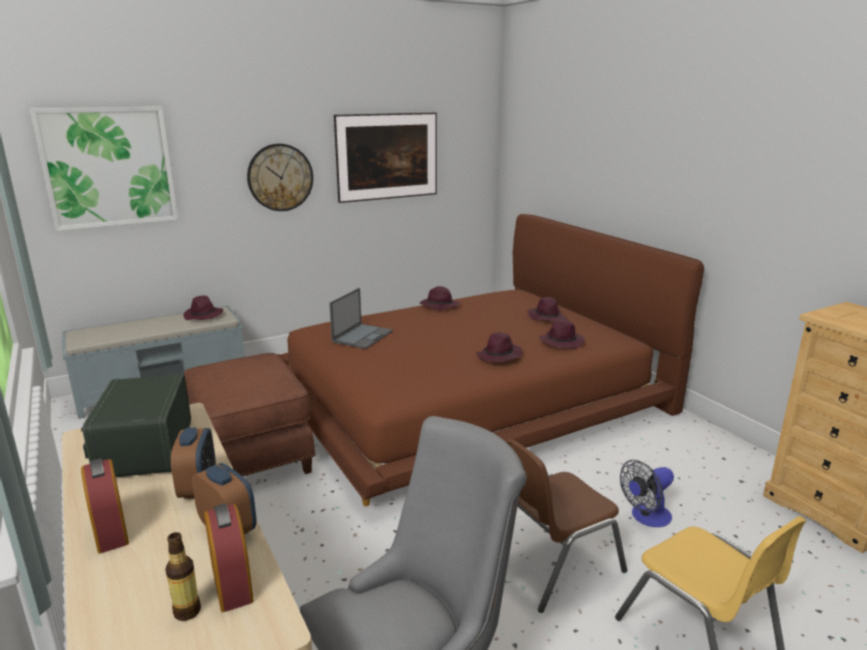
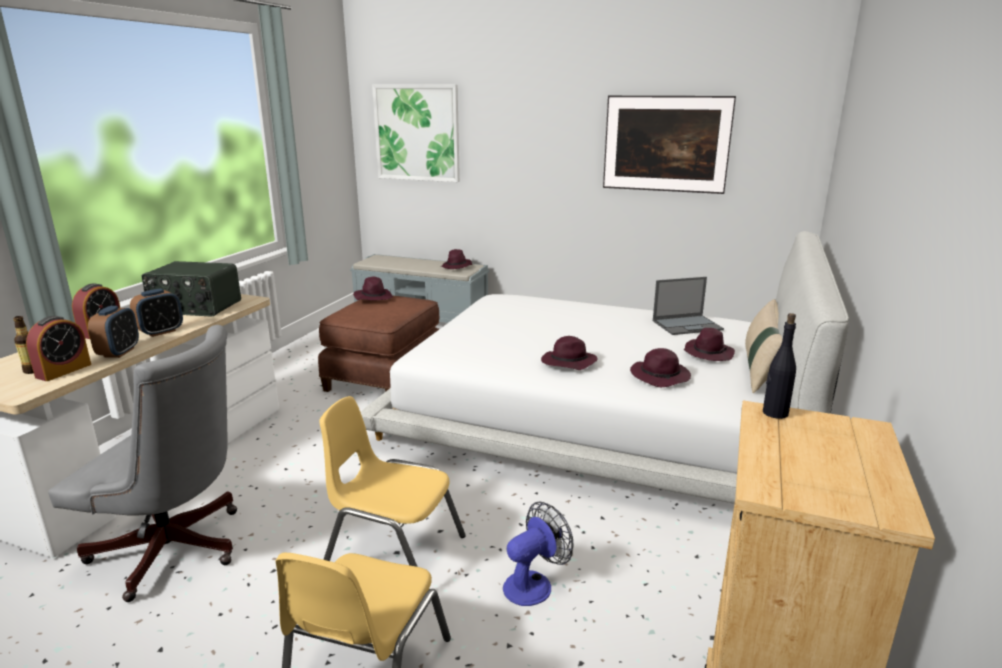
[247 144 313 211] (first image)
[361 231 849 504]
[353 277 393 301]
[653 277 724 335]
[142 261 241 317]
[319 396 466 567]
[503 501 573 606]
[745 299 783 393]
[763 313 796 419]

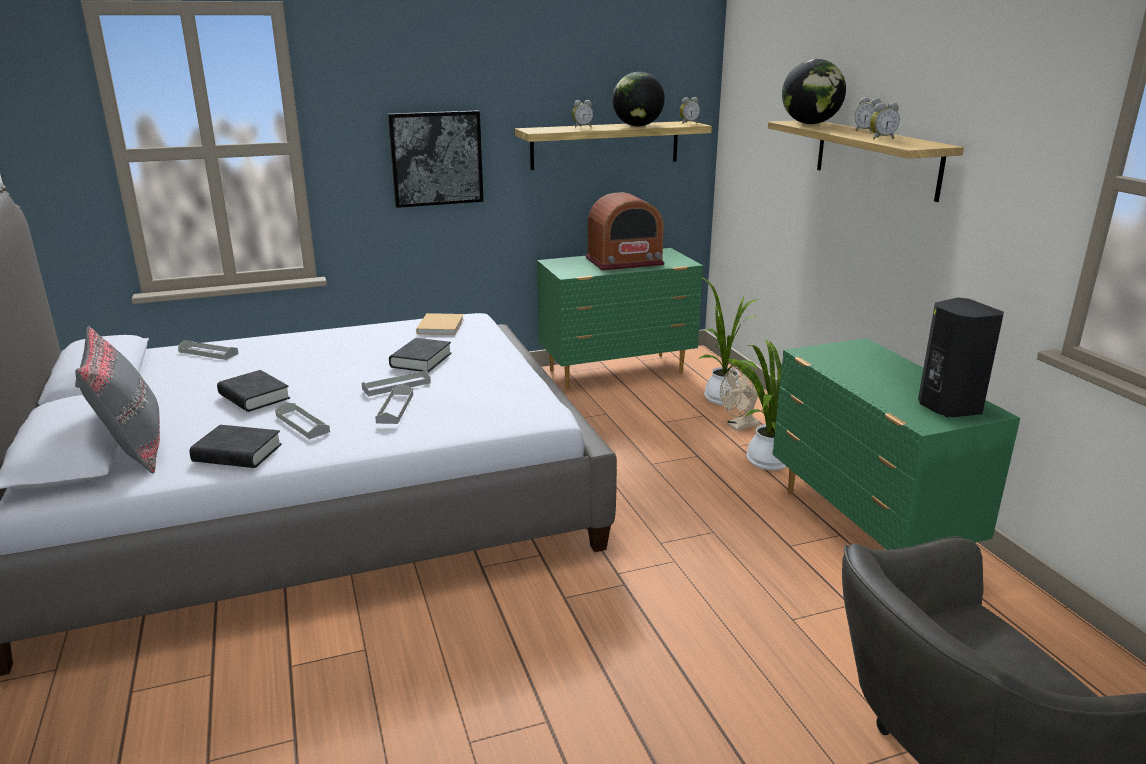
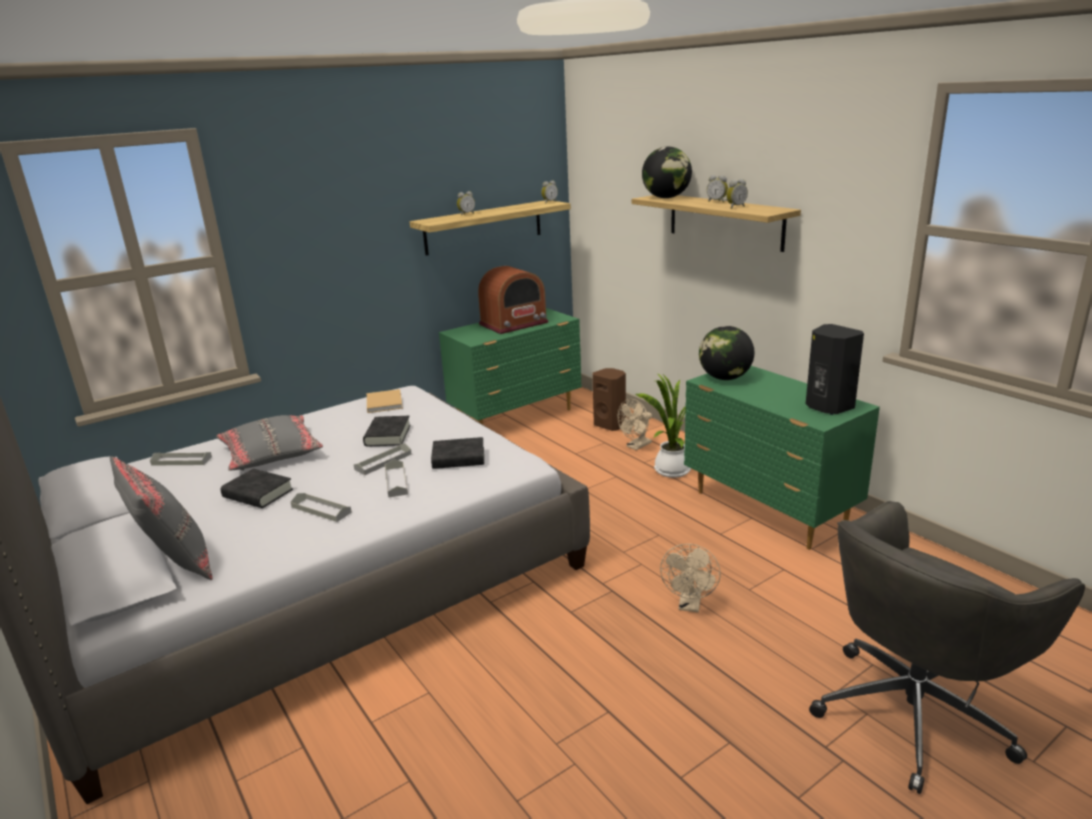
[699 326 754 380]
[388 110 484 208] (first image)
[592 368 626 431]
[431 437 484 469]
[216 415 323 471]
[660 544 721 612]

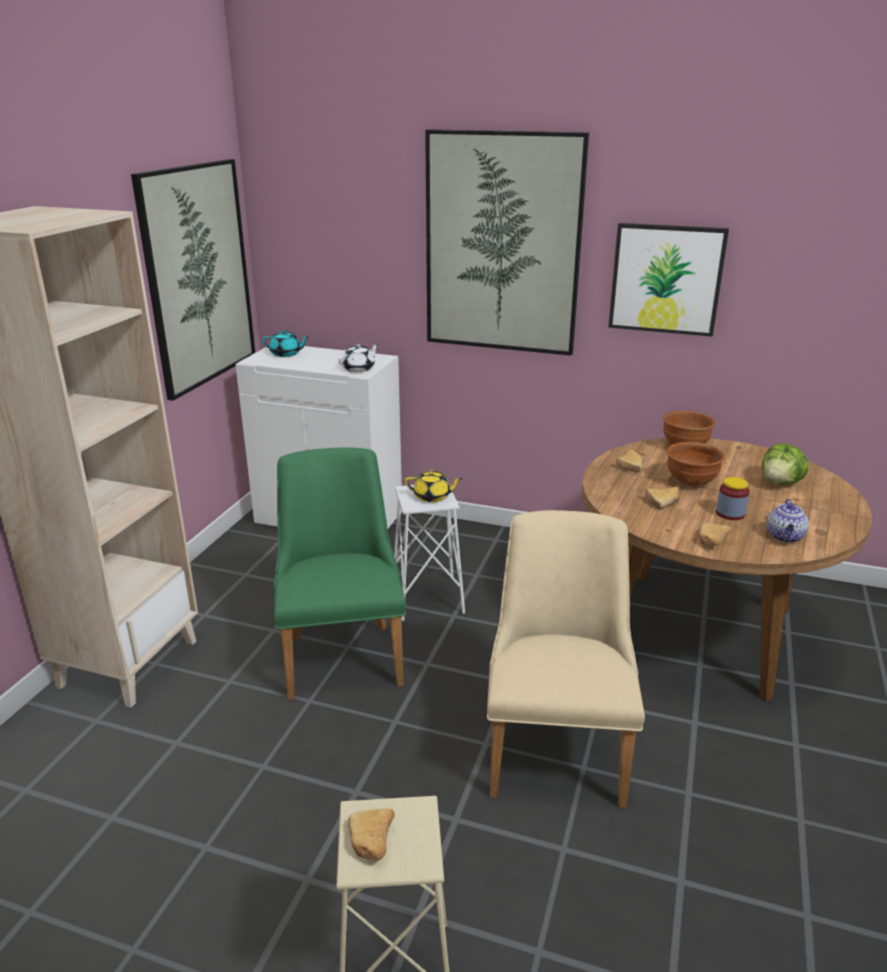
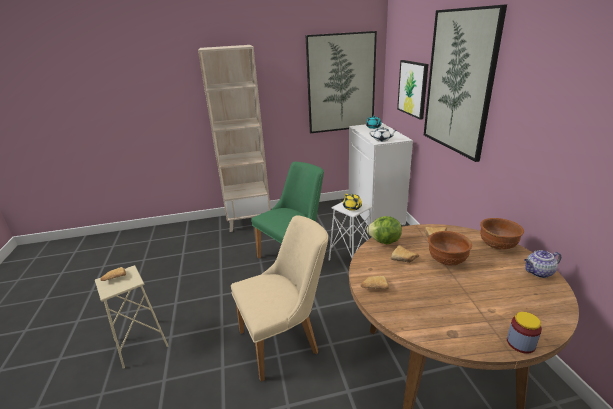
[397 60 429 120]
[366 216 402 244]
[507 312 542 354]
[524 250 561 278]

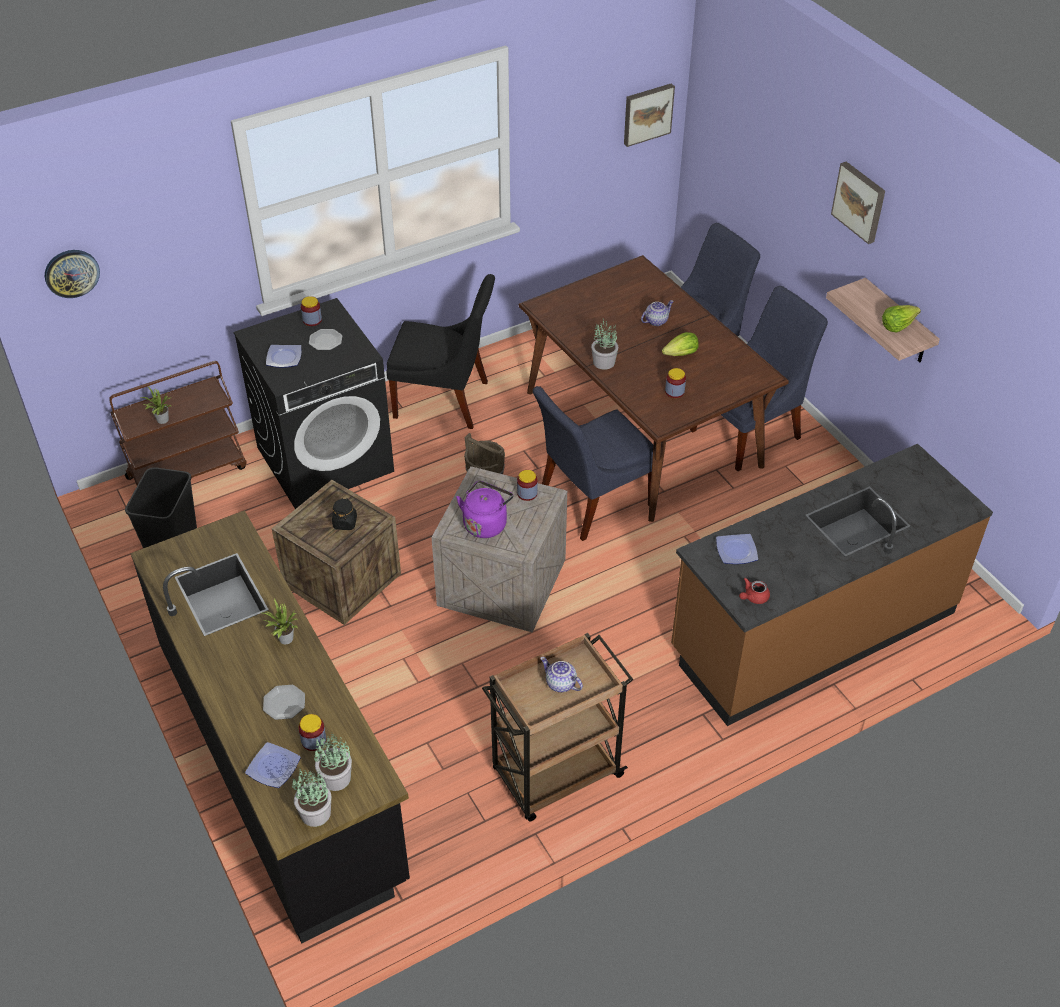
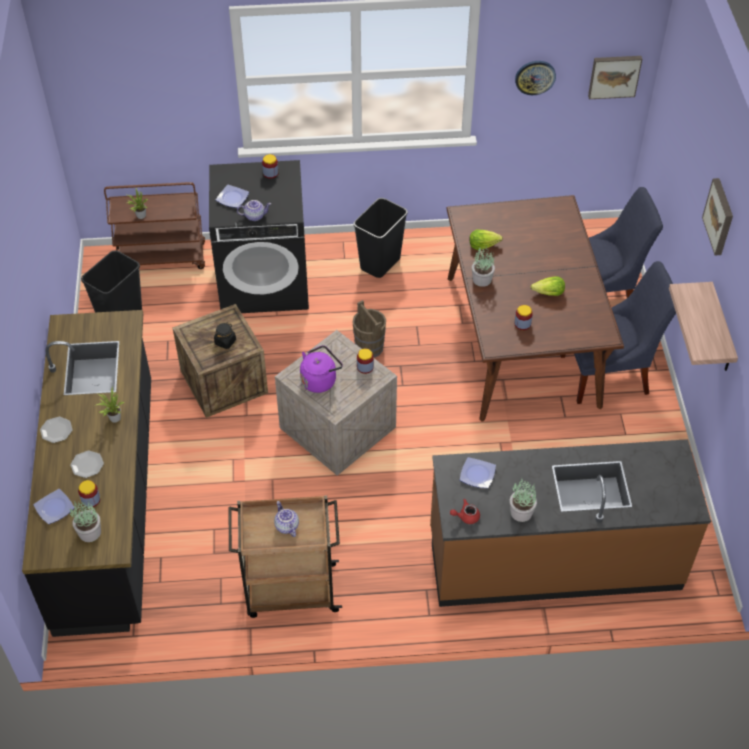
[515 61 556 95]
[353 198 408 278]
[237 200 271 221]
[470 230 503 250]
[40 417 73 443]
[533 386 653 541] (first image)
[510 478 537 522]

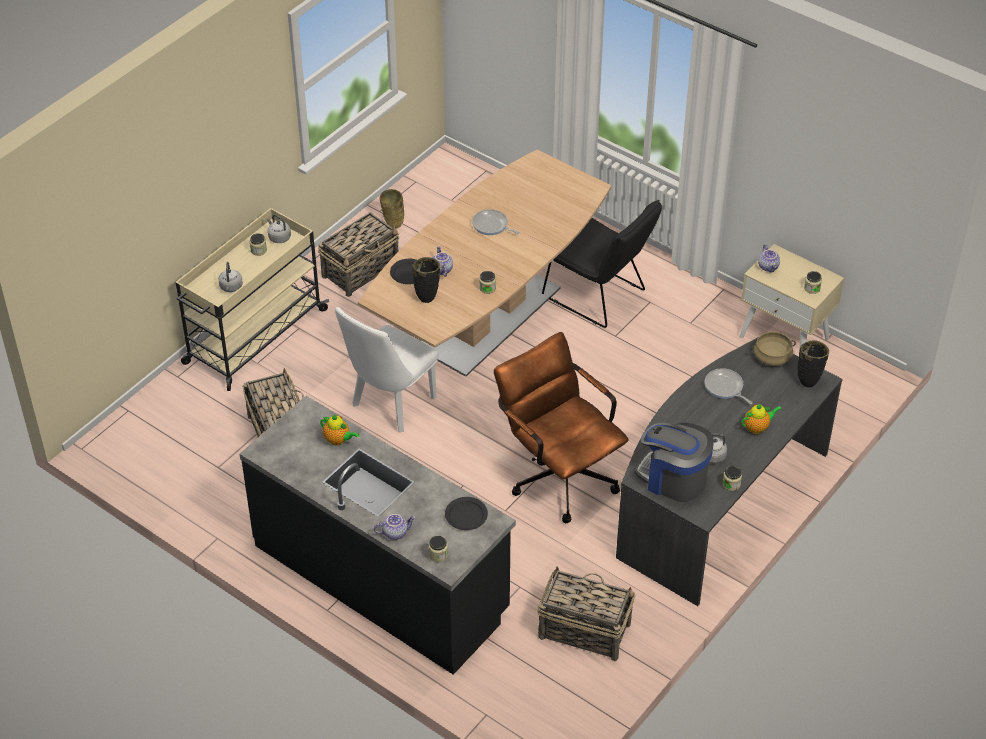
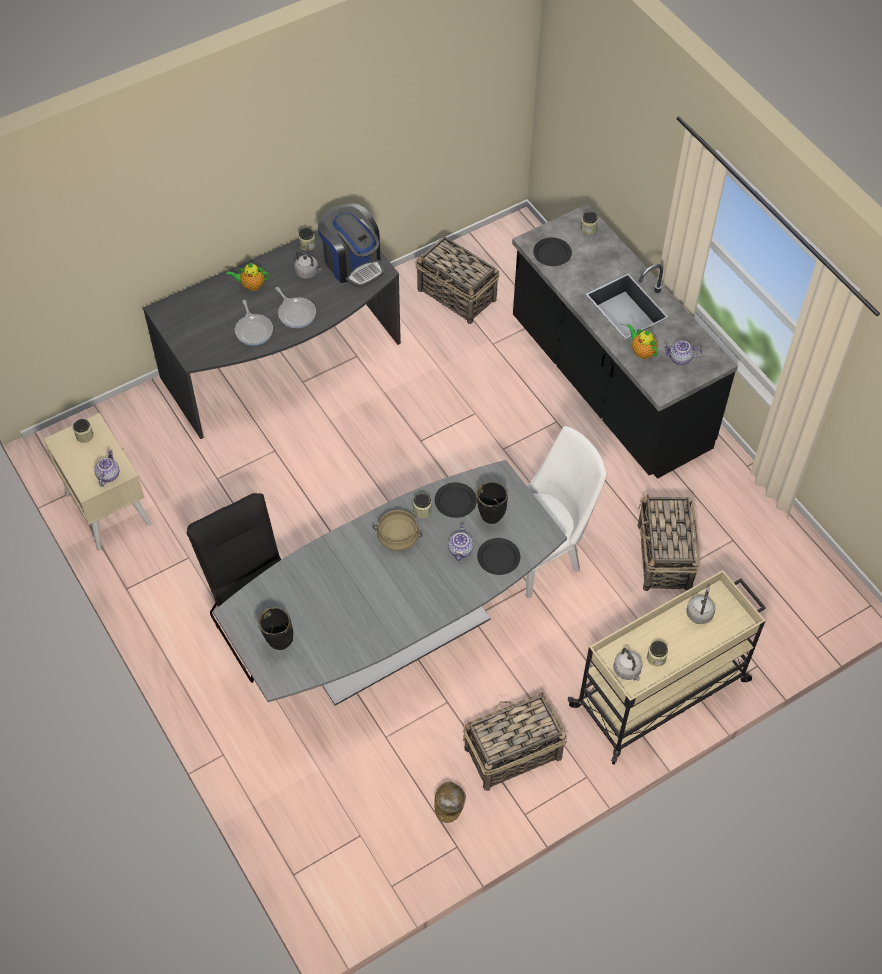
[213 460 567 706]
[275 287 316 328]
[373 510 422 551]
[494 332 629 523] (first image)
[258 607 293 650]
[662 341 702 365]
[435 482 477 518]

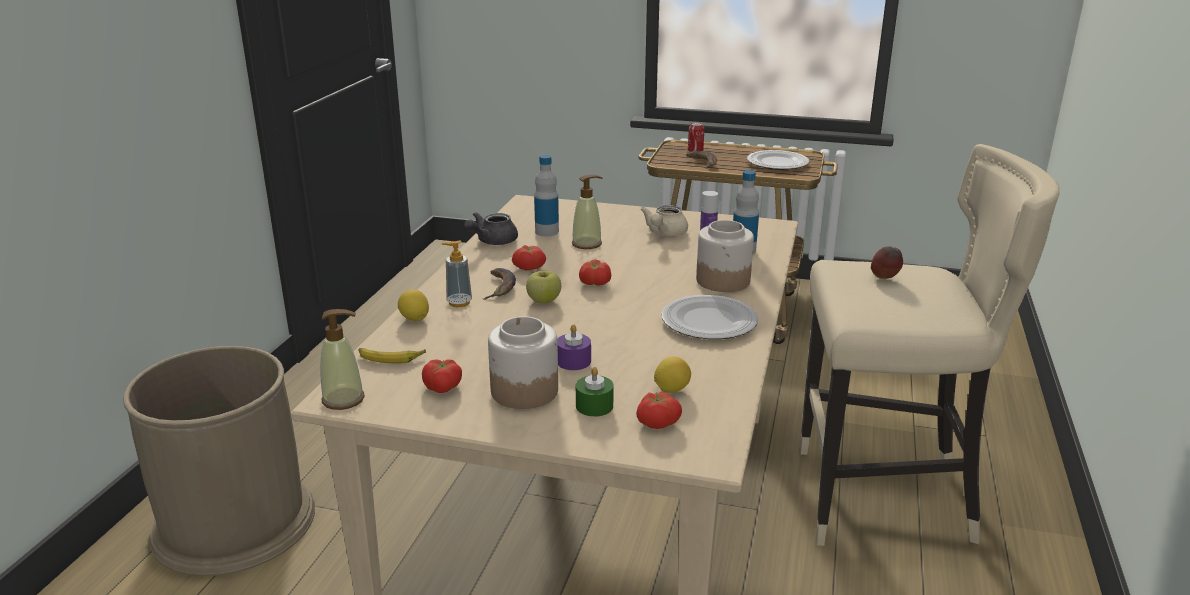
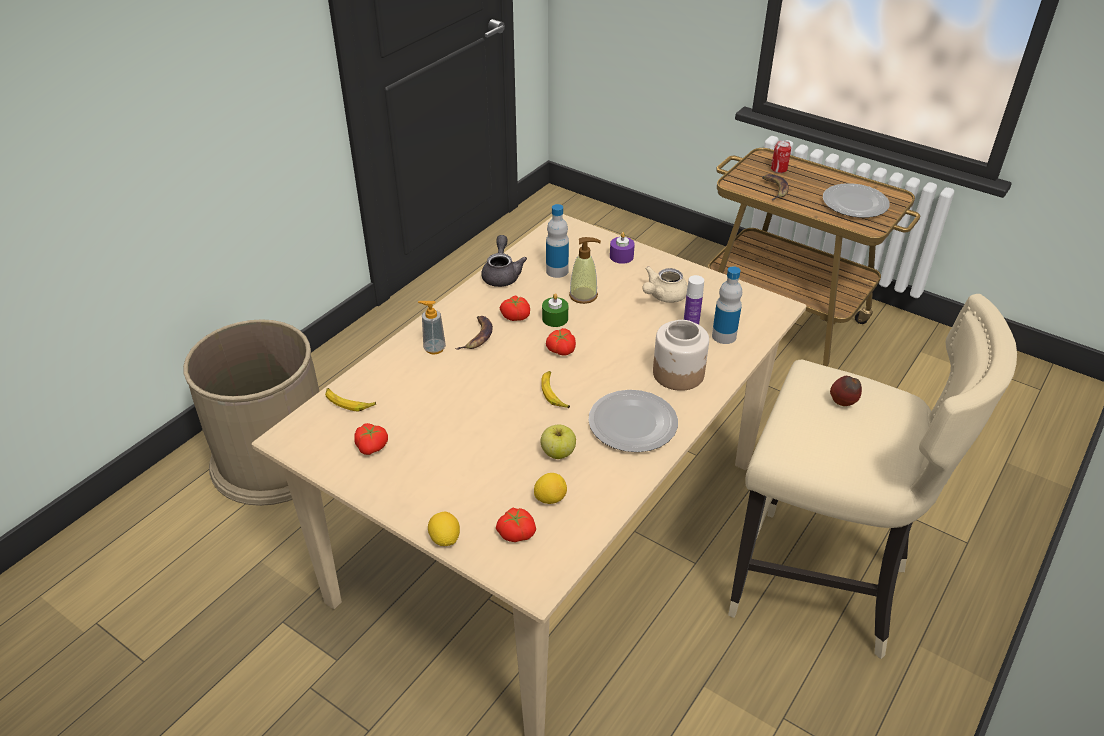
[481 235 527 287]
[541 425 576 459]
[428 512 460 546]
[320 309 365 410] (first image)
[488 316 558 409] (first image)
[610 232 635 264]
[542 293 568 327]
[541 371 570 408]

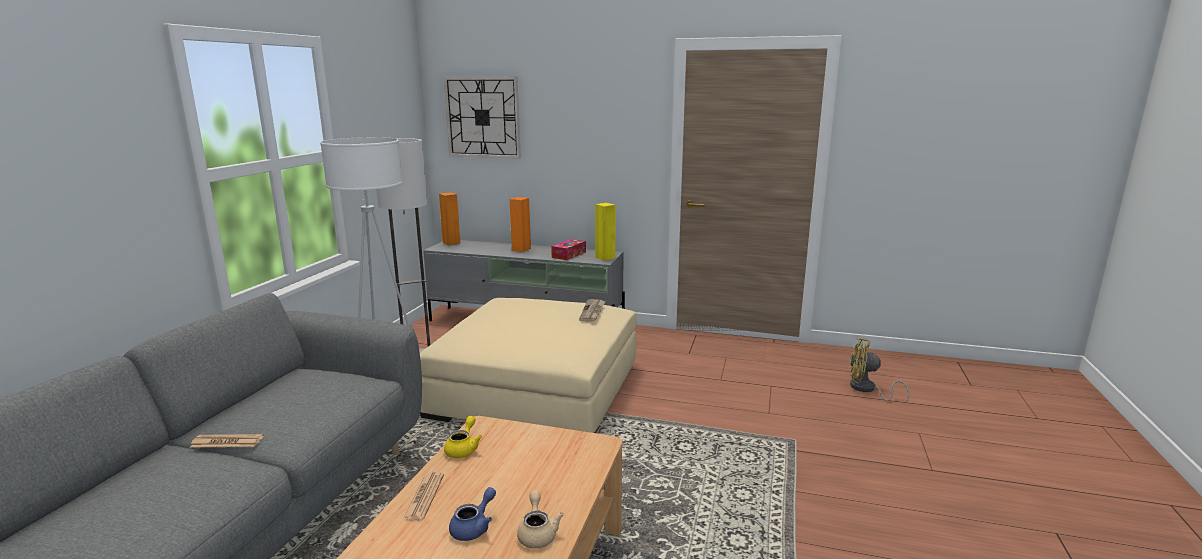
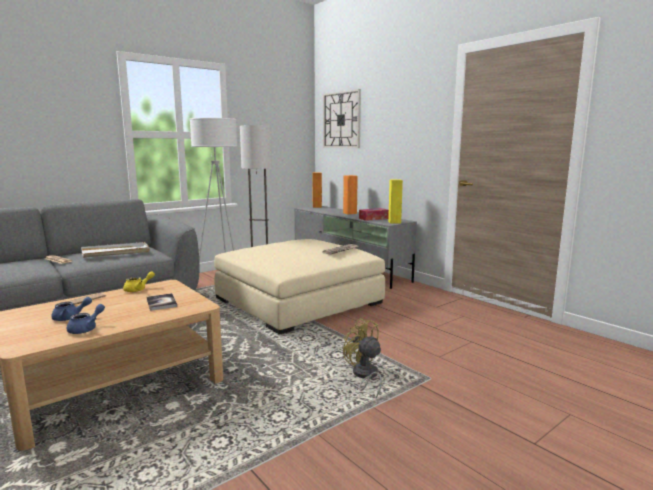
[343 318 382 398]
[67 304 105 334]
[81 242 150 258]
[147 293 177 311]

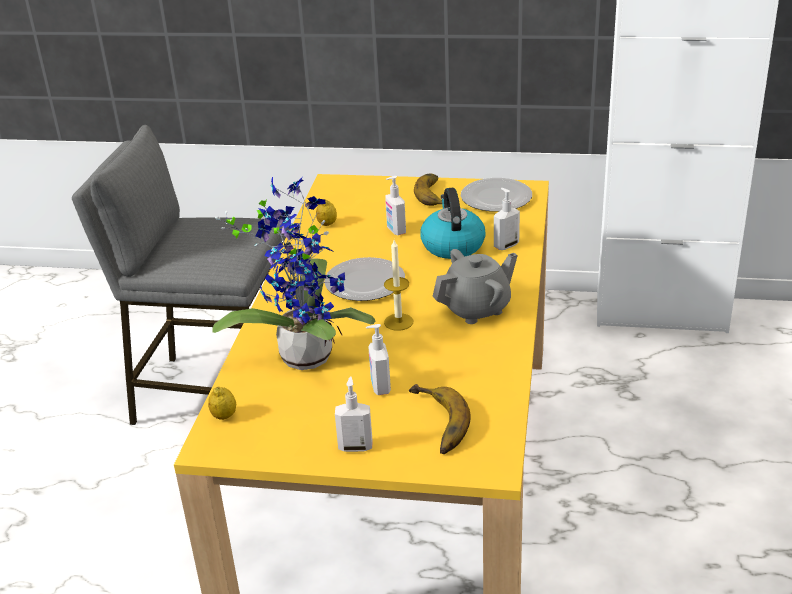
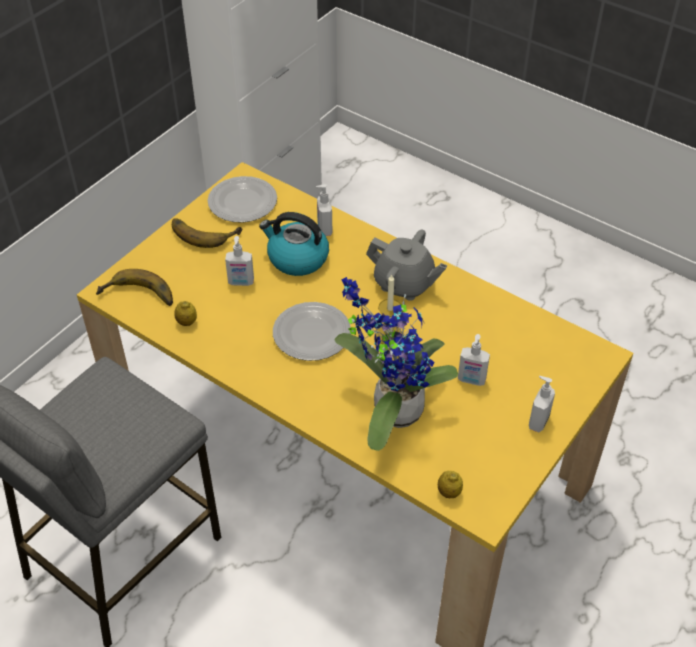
[366 230 447 301]
[96 269 173 306]

